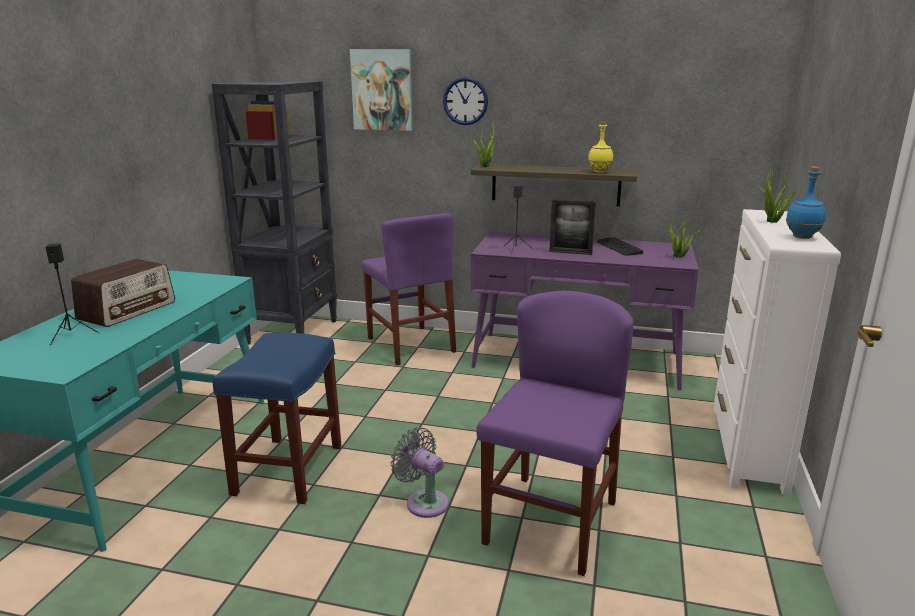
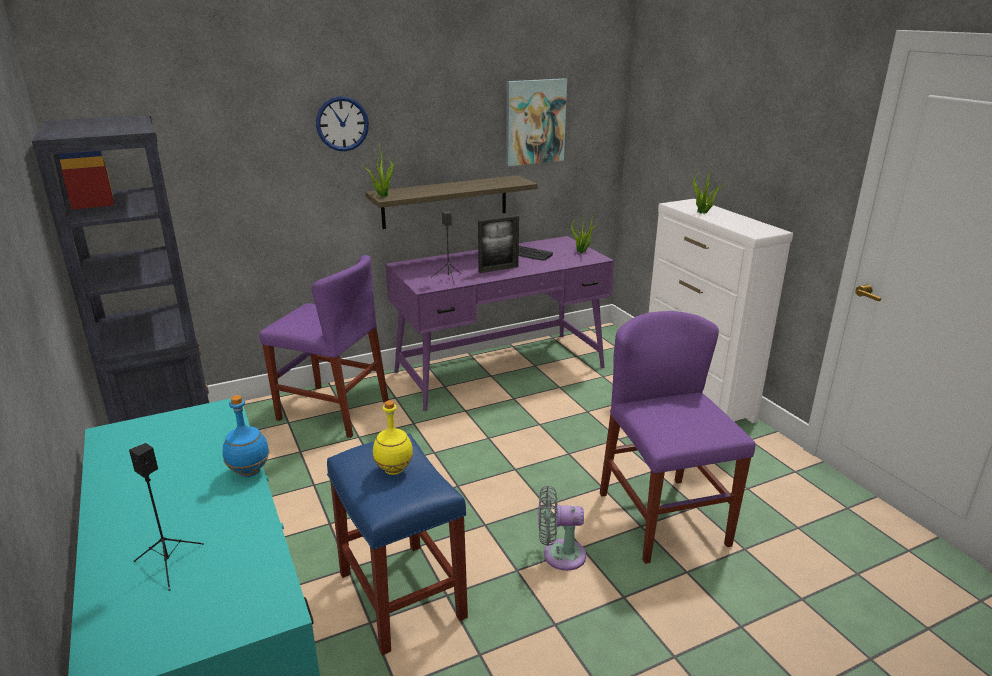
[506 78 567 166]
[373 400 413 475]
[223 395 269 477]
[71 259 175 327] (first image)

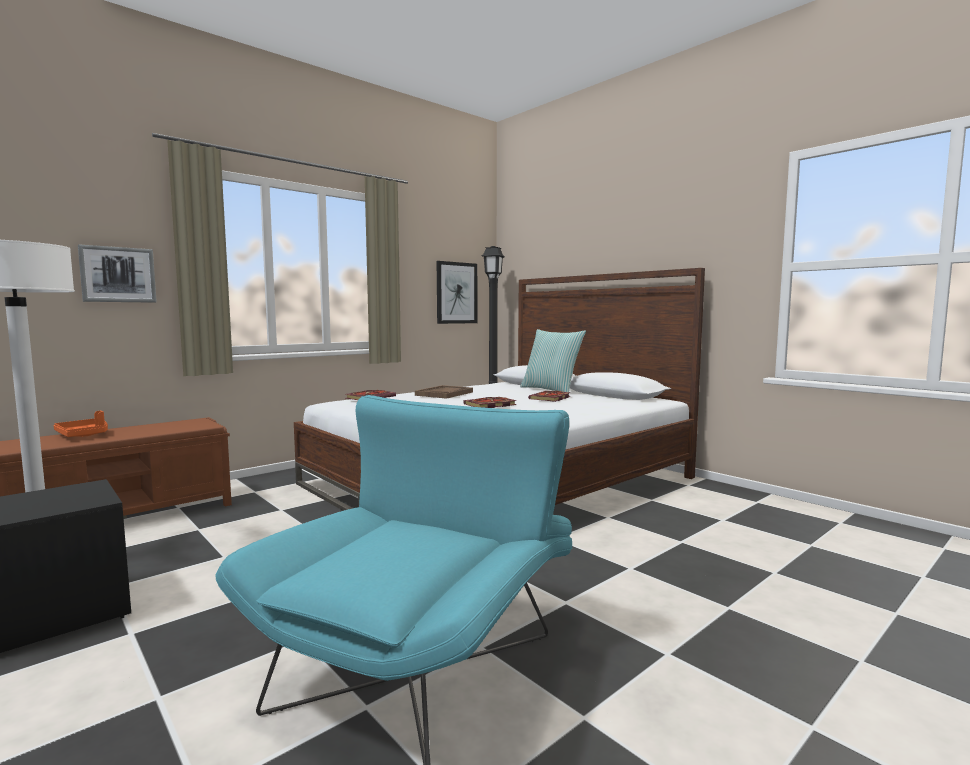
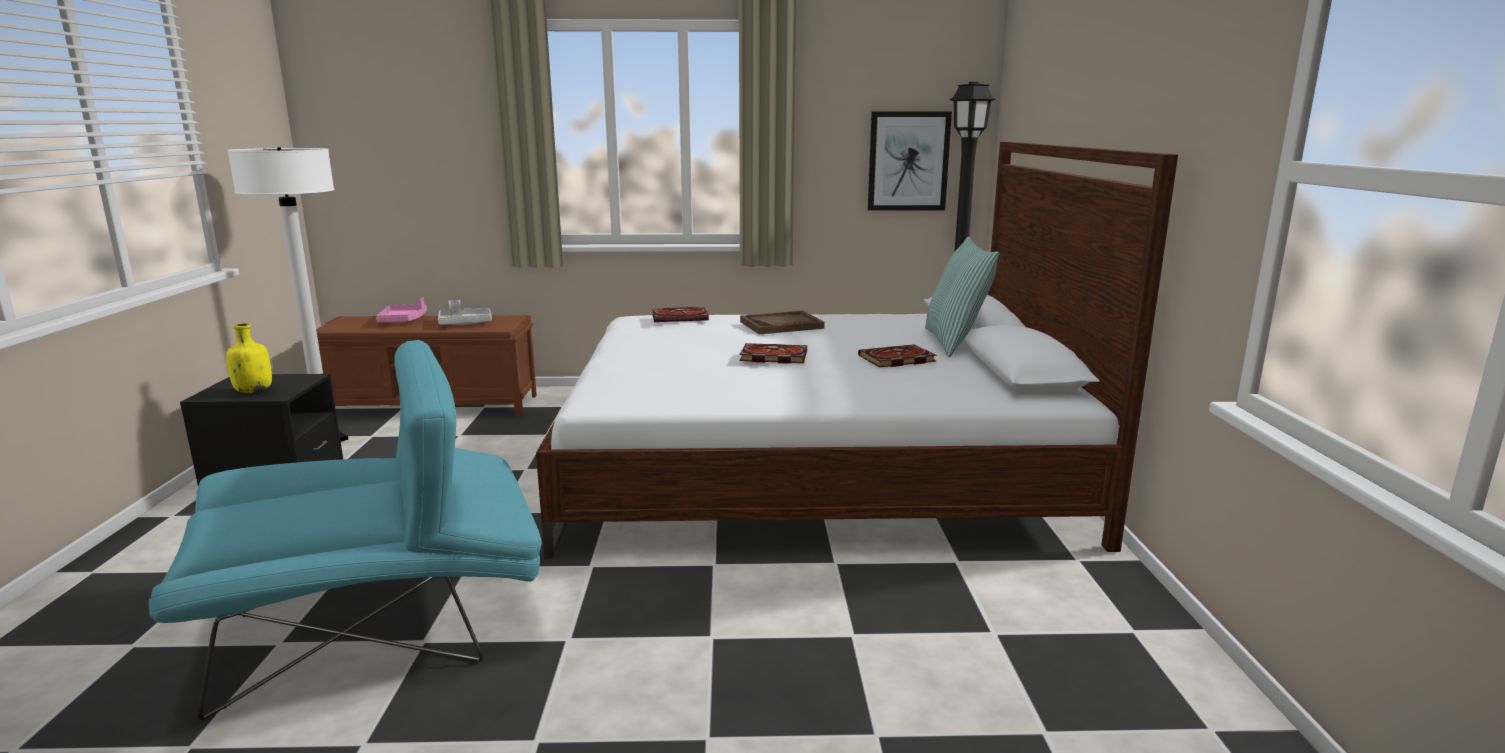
[78 244 157 303] (first image)
[376 297 427 323]
[438 300 492 325]
[226 323 272 393]

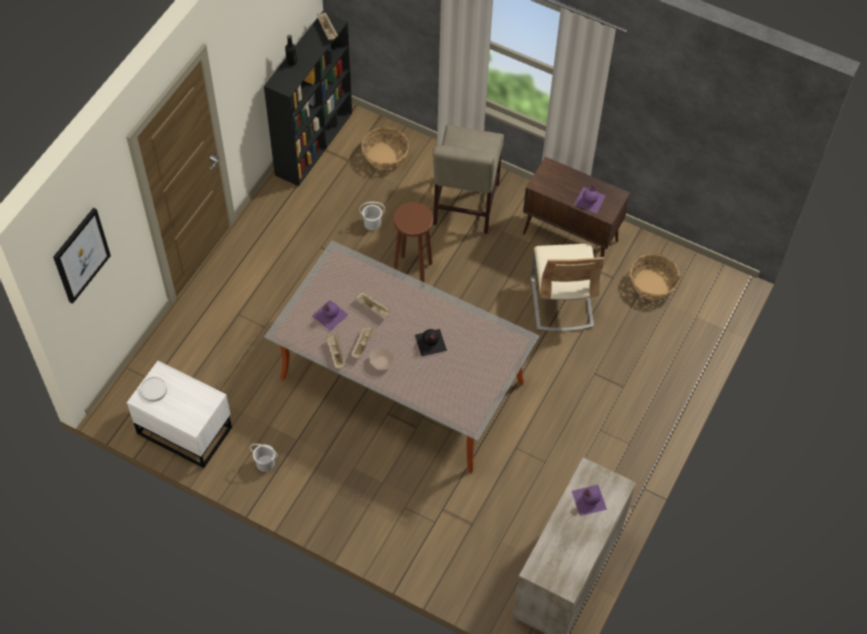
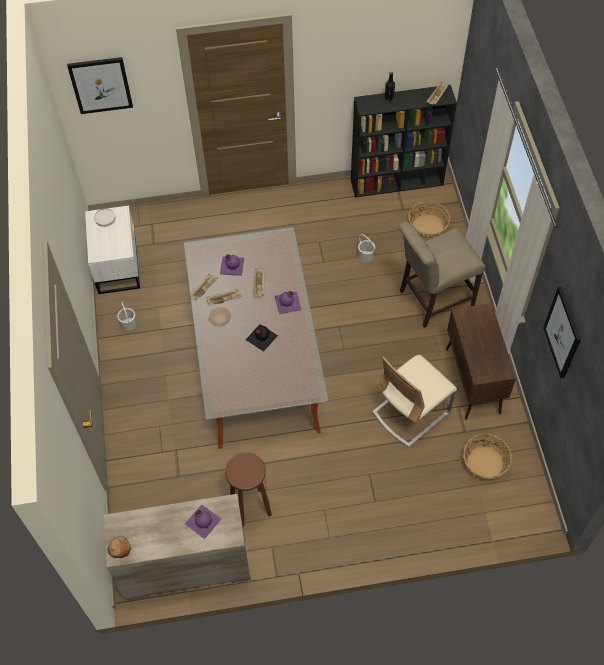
[275 291 301 314]
[225 452 272 527]
[543 286 581 379]
[108 536 132 558]

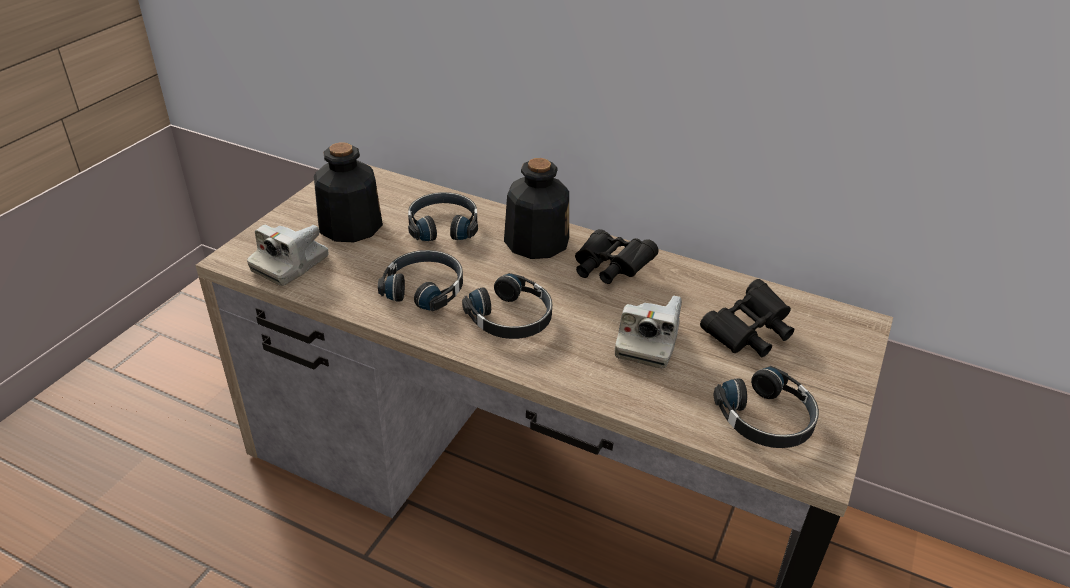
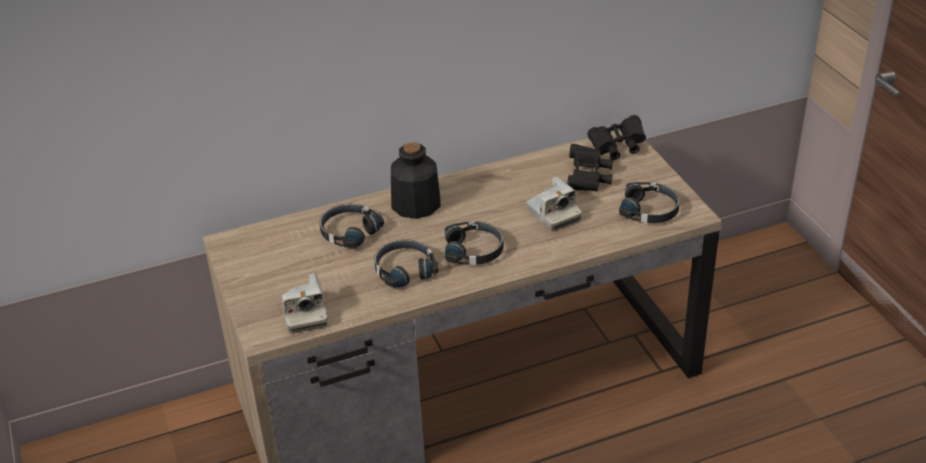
[314 142 383 242] (first image)
[587 115 646 160]

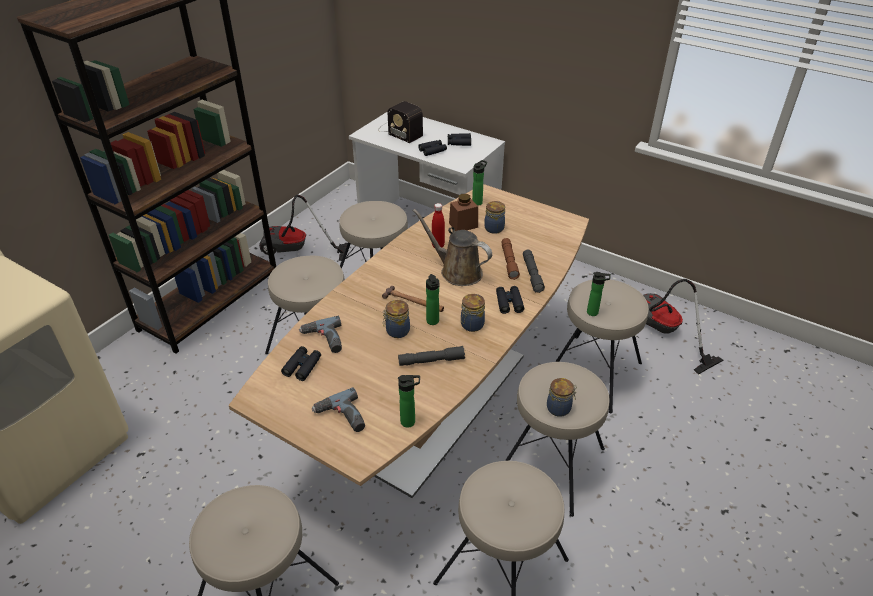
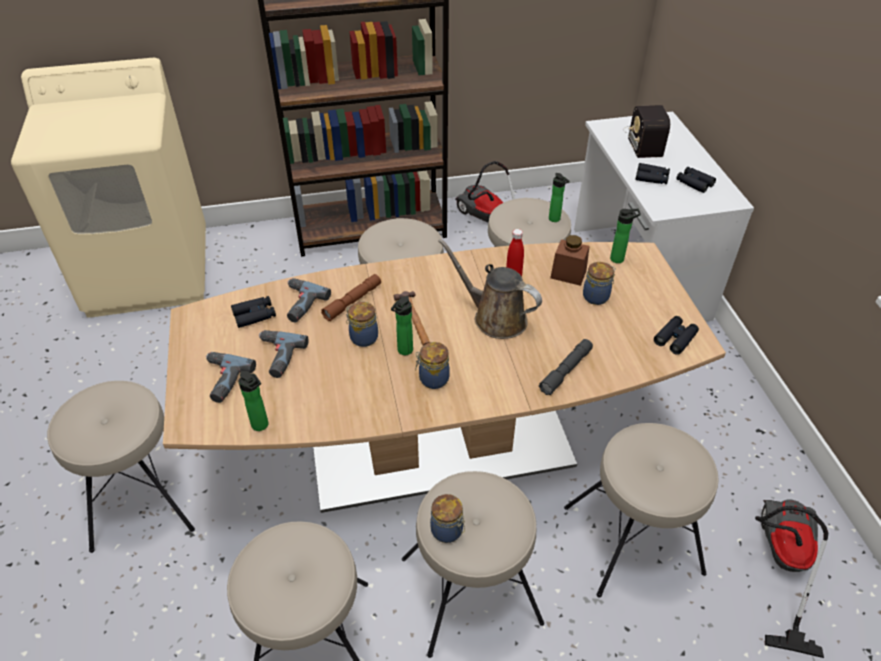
[439 239 542 339]
[321 274 381 321]
[549 173 570 222]
[654 316 699 355]
[398 346 465 366] (first image)
[259 330 309 378]

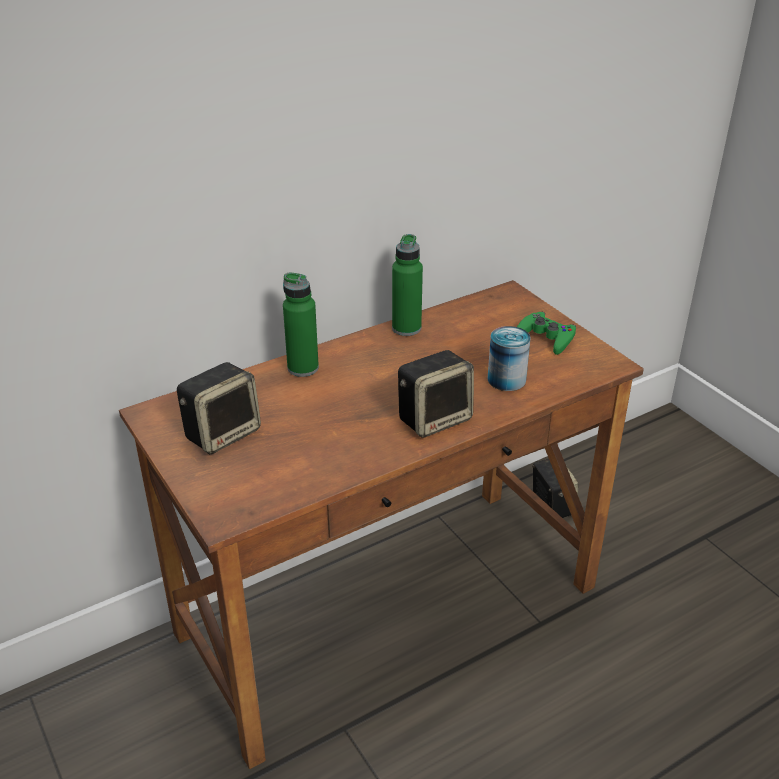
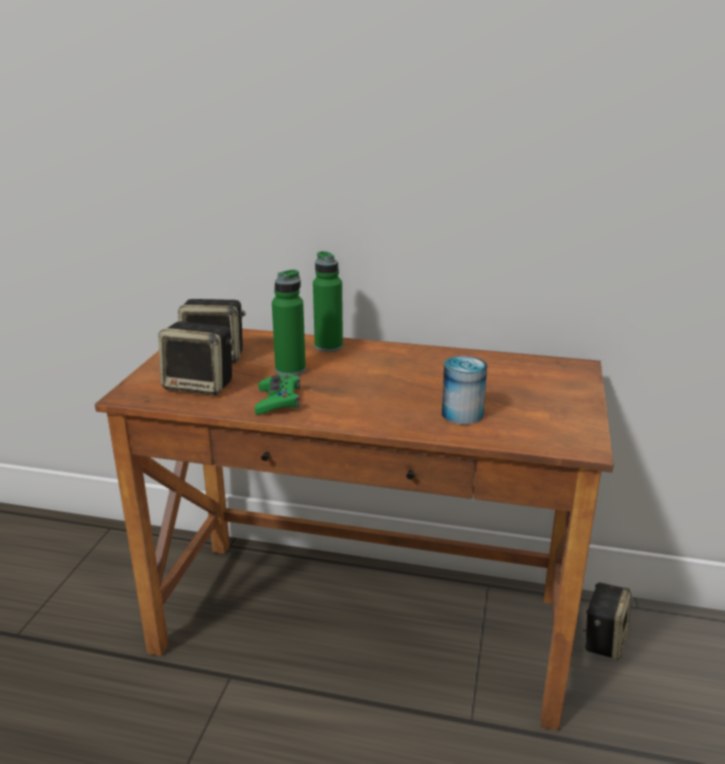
[272 269 306 376]
[254 374 300 415]
[158 321 234 395]

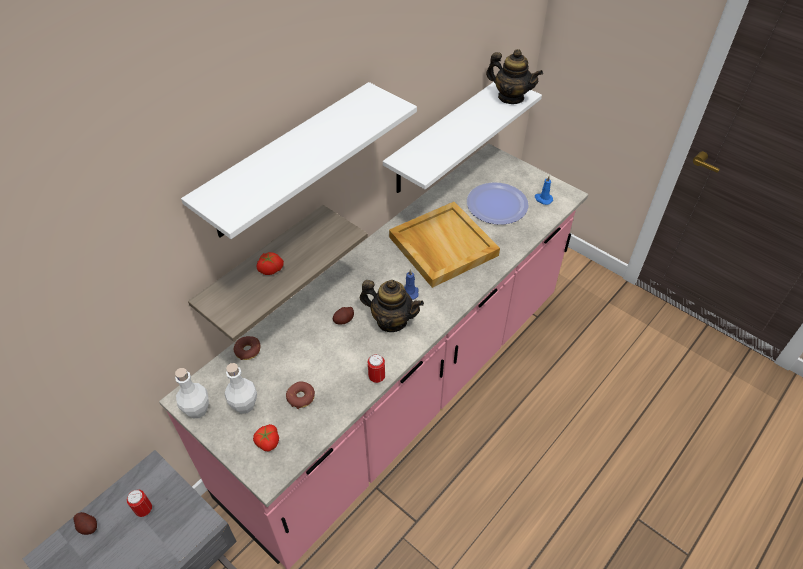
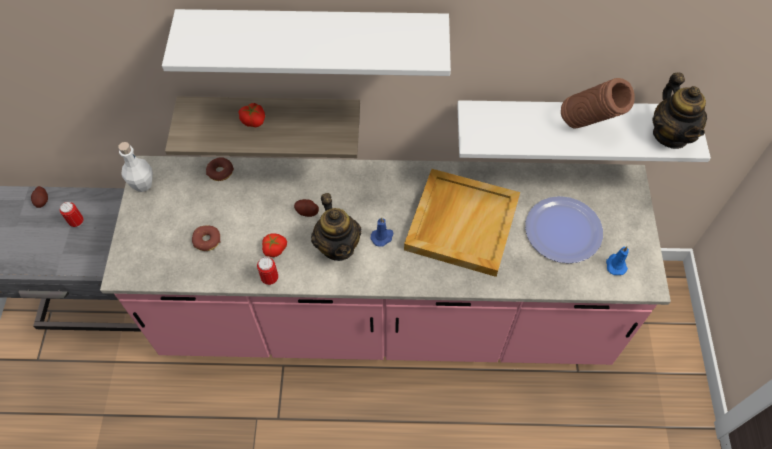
[225 363 257 414] (first image)
[262 233 287 257]
[561 78 635 128]

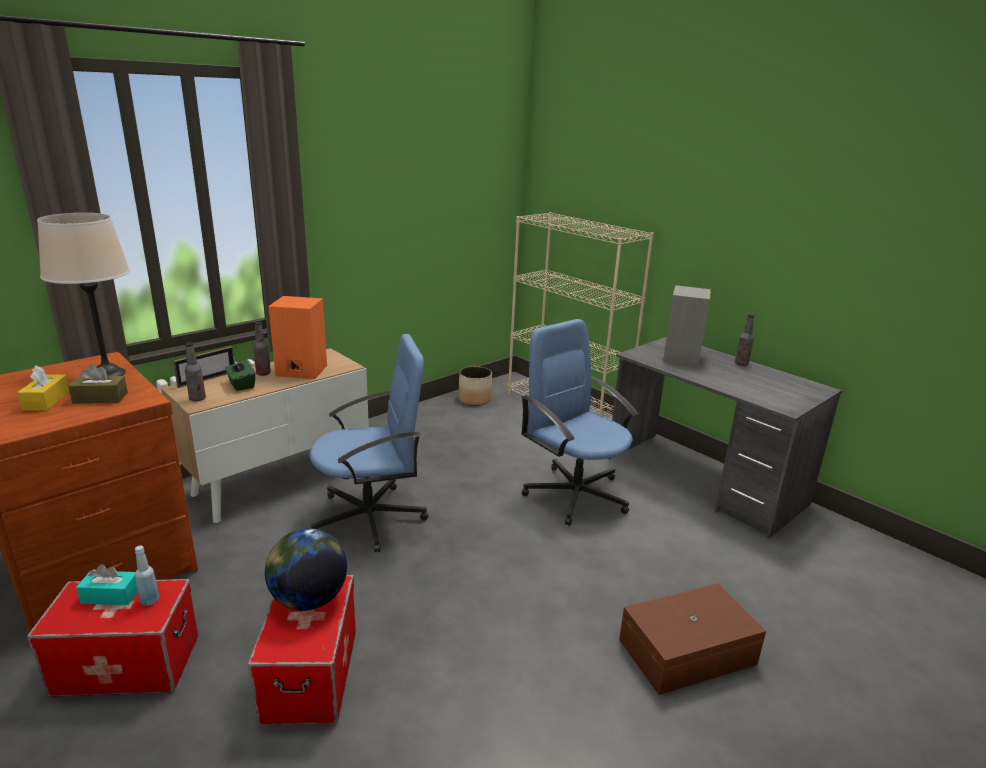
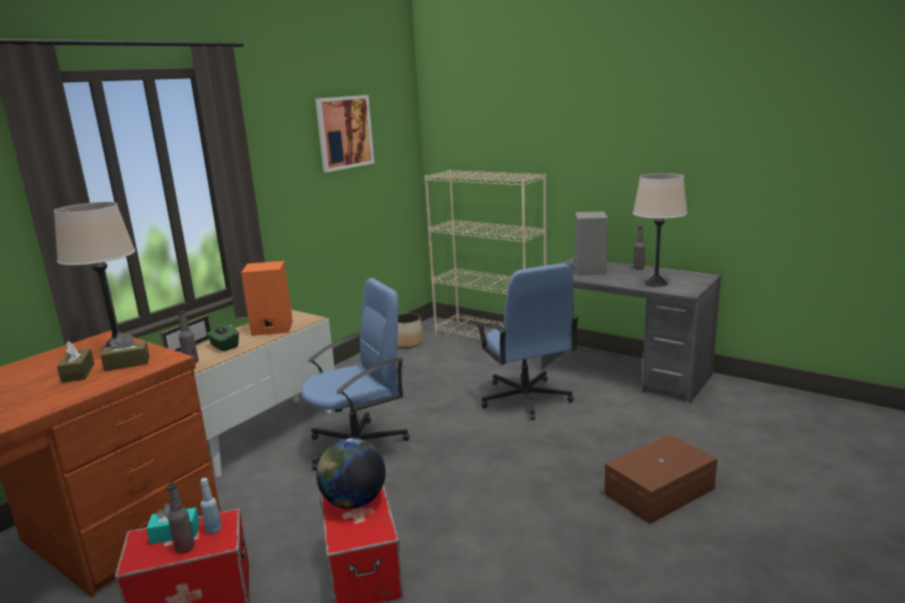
[476 264 579 420]
[167 483 195 553]
[57 341 94 383]
[315 95 374 172]
[633 173 687 287]

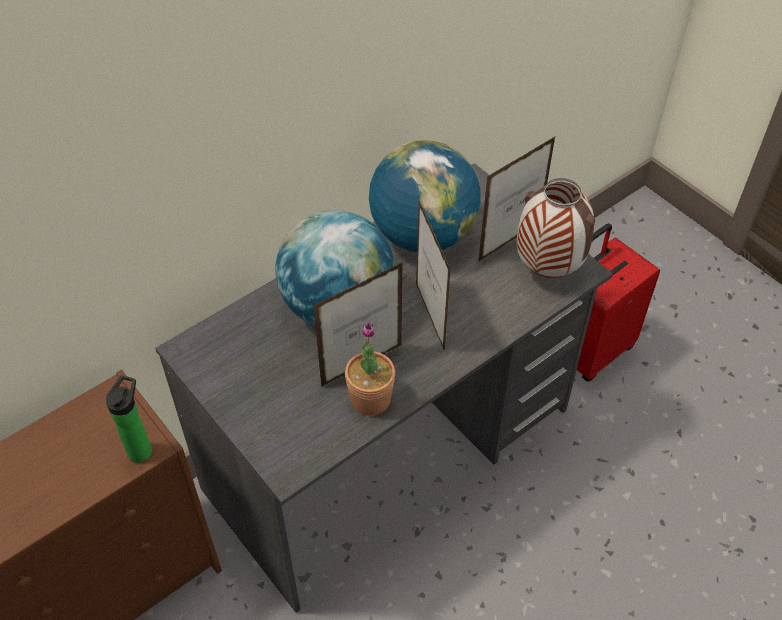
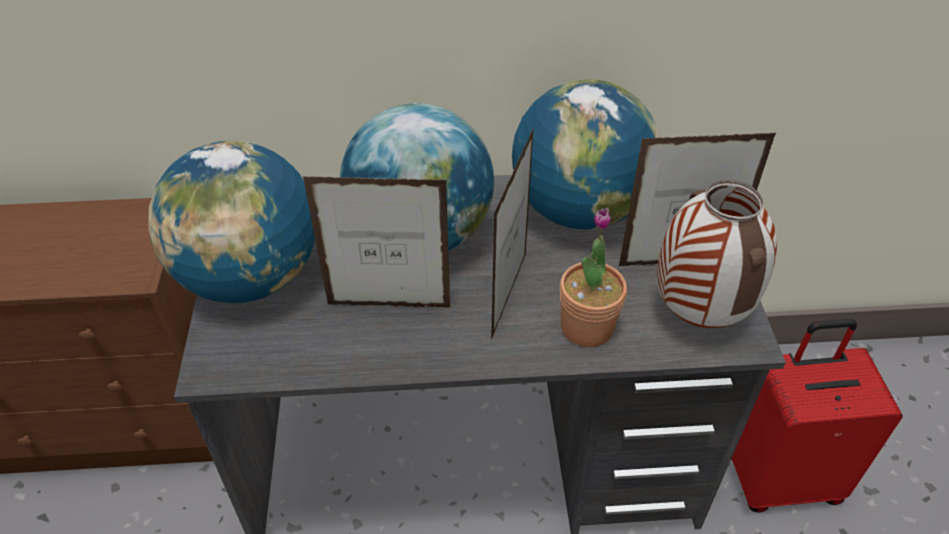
[560 208 627 347]
[106 375 152 463] (first image)
[148 141 315 303]

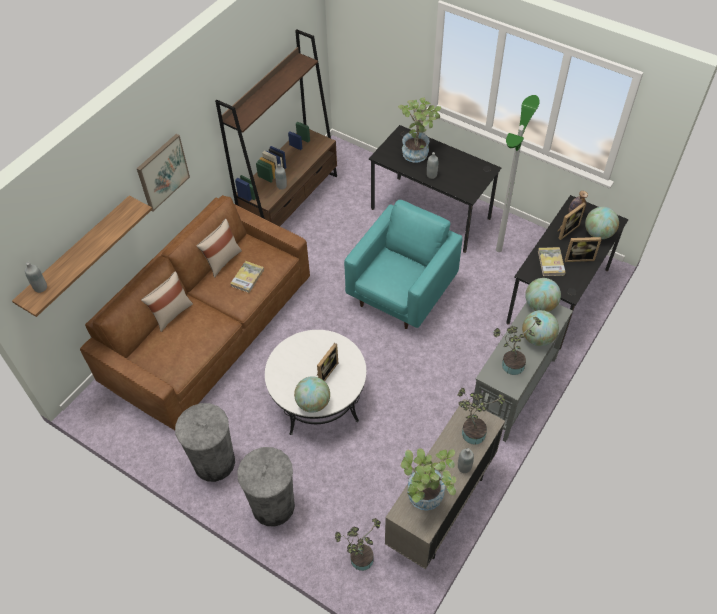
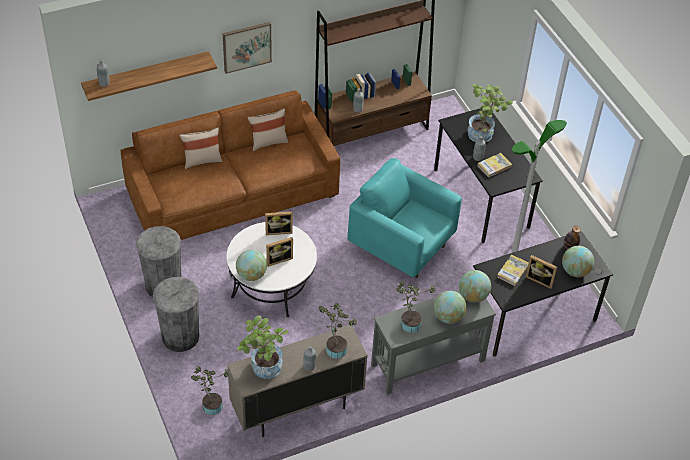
[347 158 462 278]
[265 211 293 235]
[478 153 512 178]

